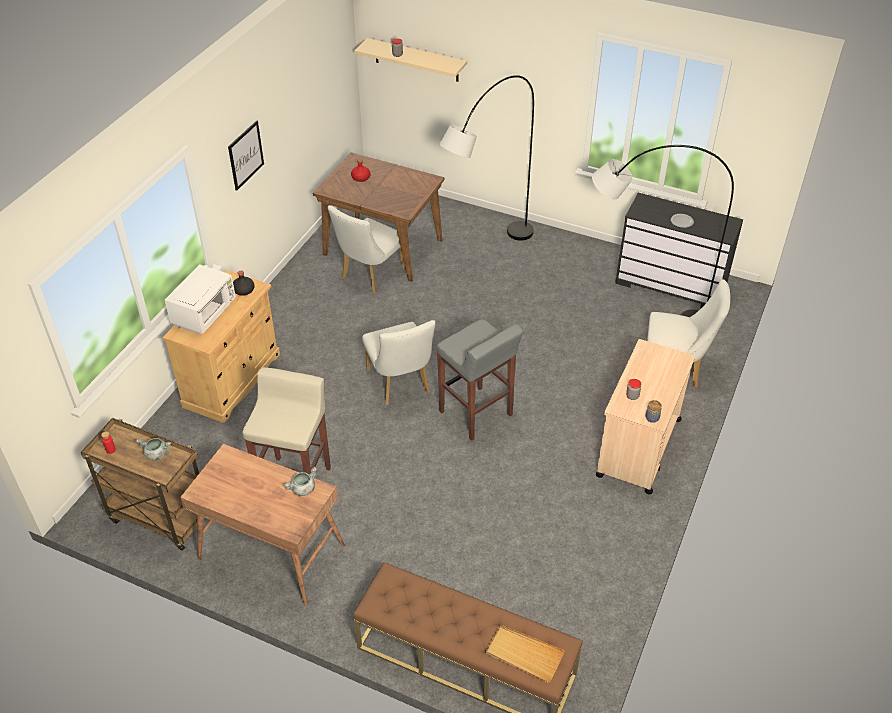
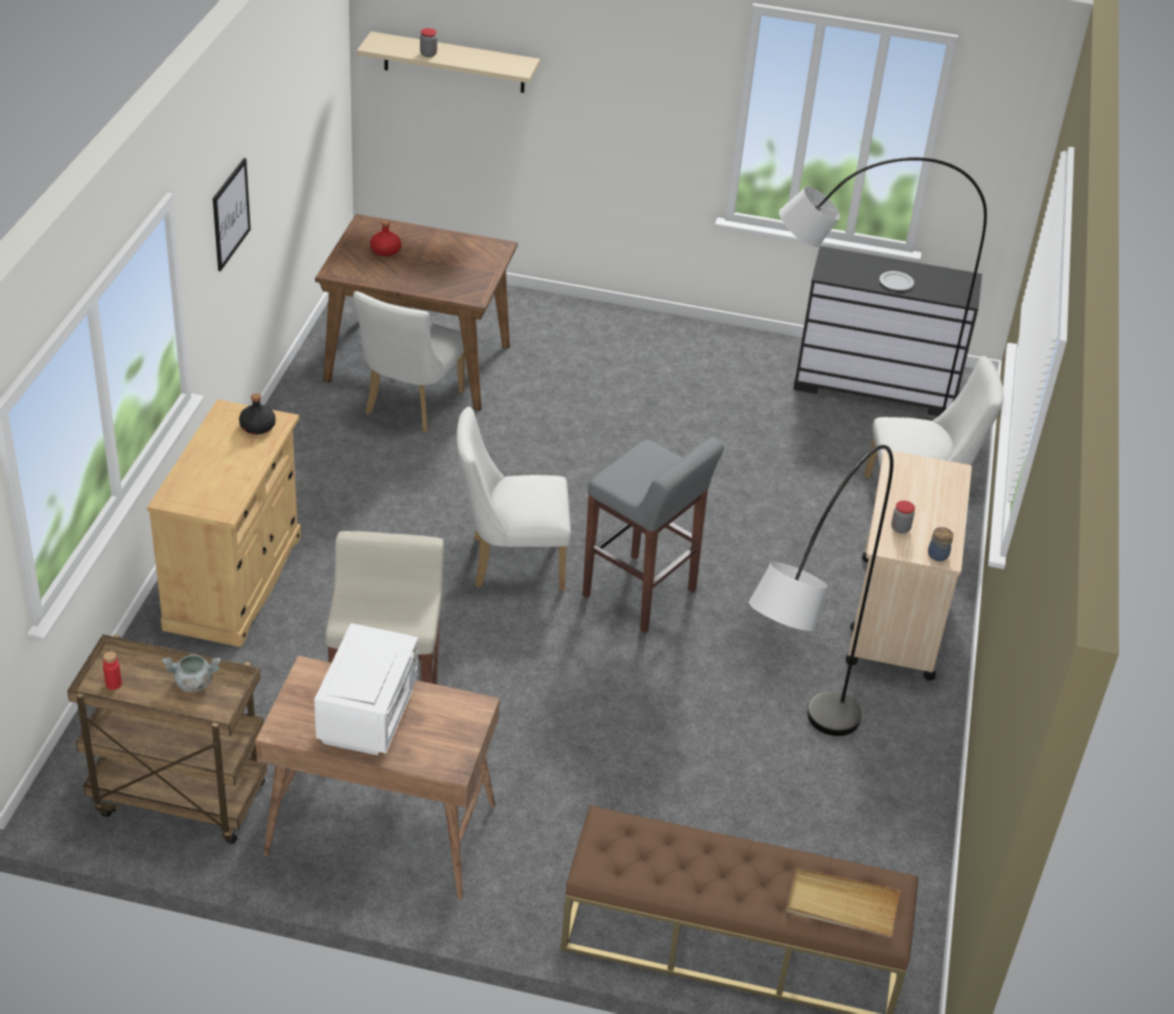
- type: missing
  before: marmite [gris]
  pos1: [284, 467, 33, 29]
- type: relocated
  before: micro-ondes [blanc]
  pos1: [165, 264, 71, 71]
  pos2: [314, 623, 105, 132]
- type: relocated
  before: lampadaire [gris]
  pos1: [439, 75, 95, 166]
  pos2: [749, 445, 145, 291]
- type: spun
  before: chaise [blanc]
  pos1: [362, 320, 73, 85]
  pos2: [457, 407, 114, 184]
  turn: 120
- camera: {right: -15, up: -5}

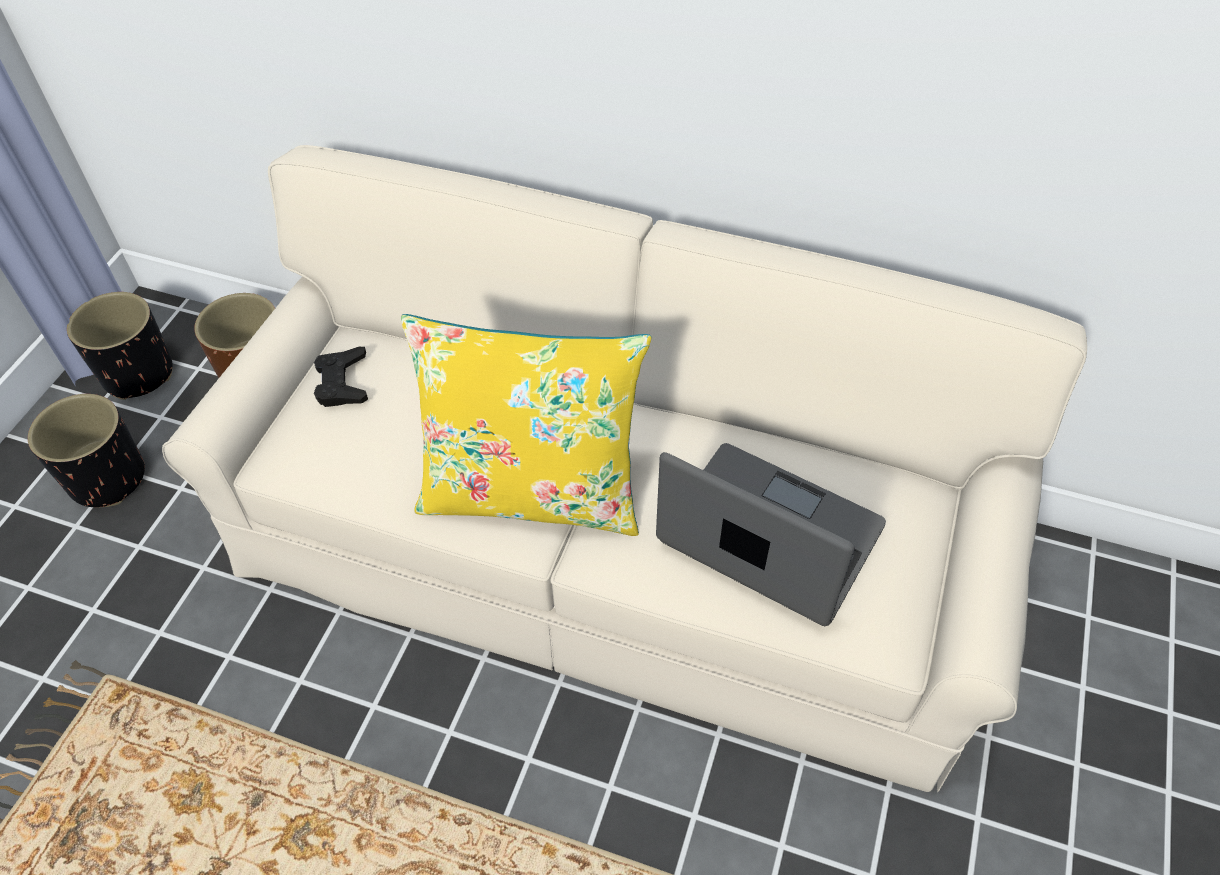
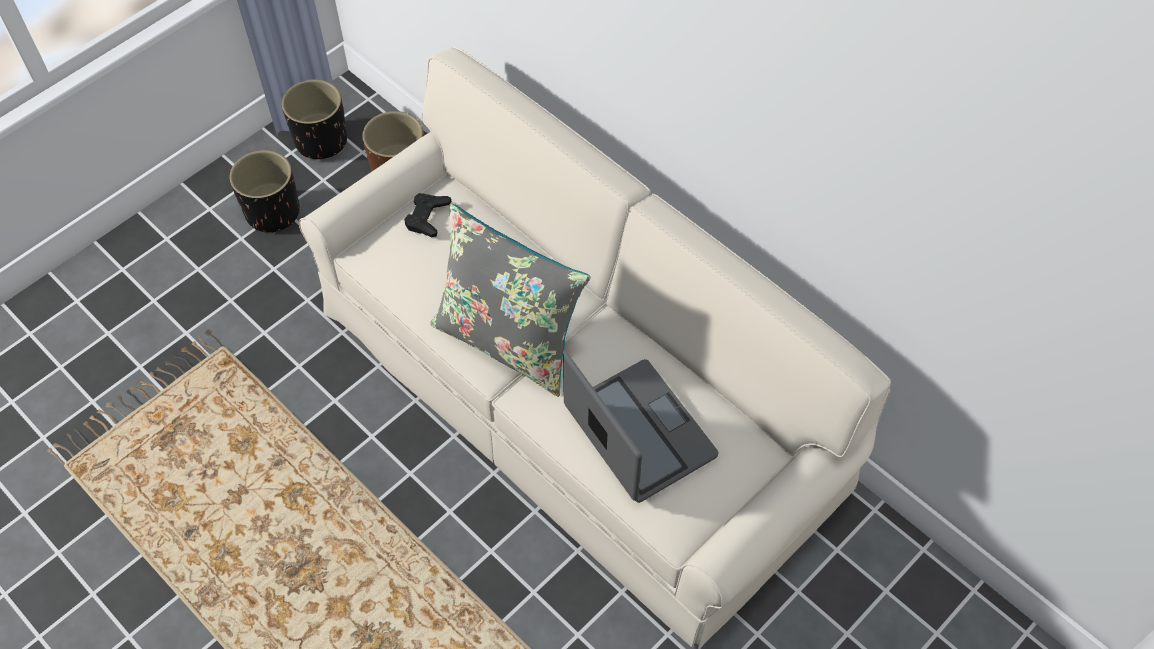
- type: colour
  before: coussin [jaune]
  after: coussin [gris]
  pos1: [401, 314, 251, 222]
  pos2: [430, 204, 161, 193]
- camera: {right: 25, up: 5}

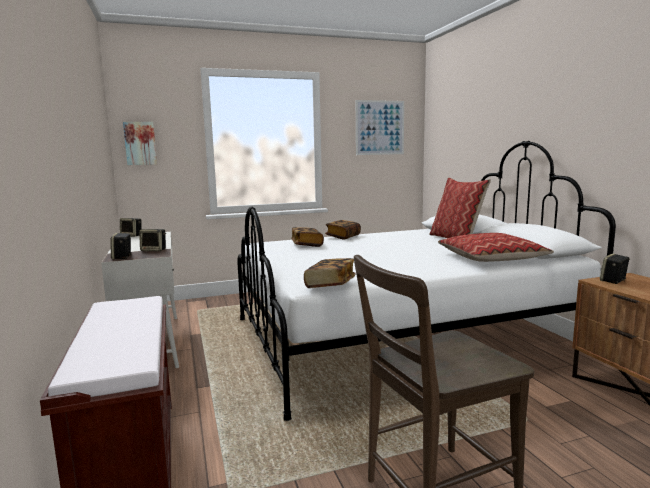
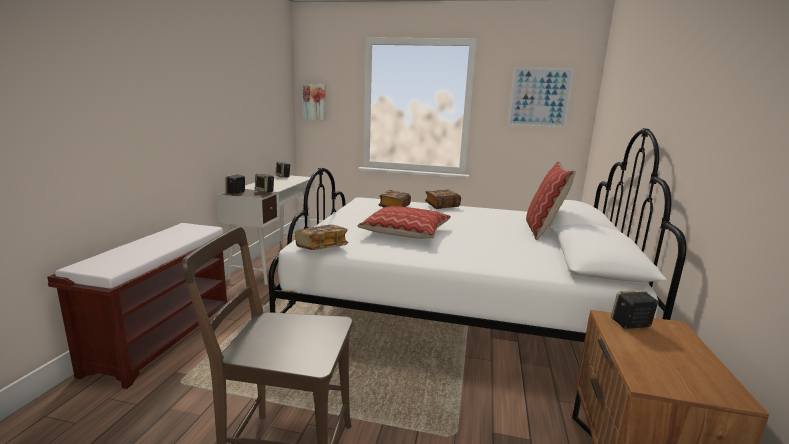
- type: relocated
  before: coussin
  pos1: [438, 233, 116, 29]
  pos2: [358, 206, 93, 33]
- camera: {right: 30, up: 5}

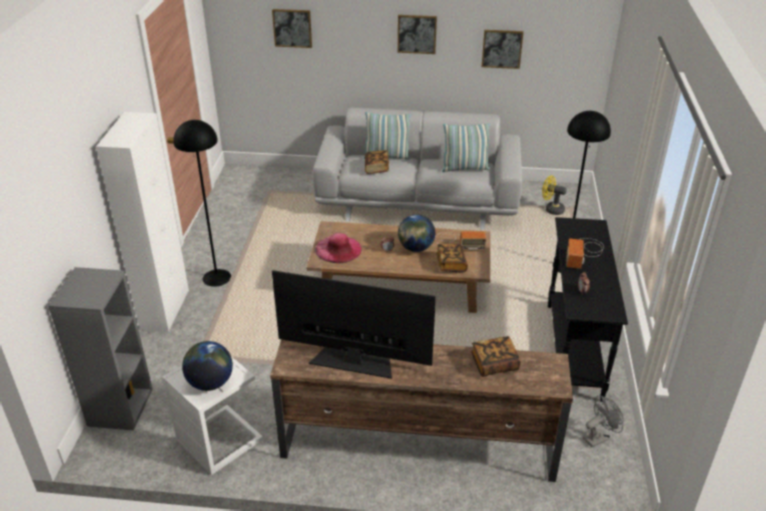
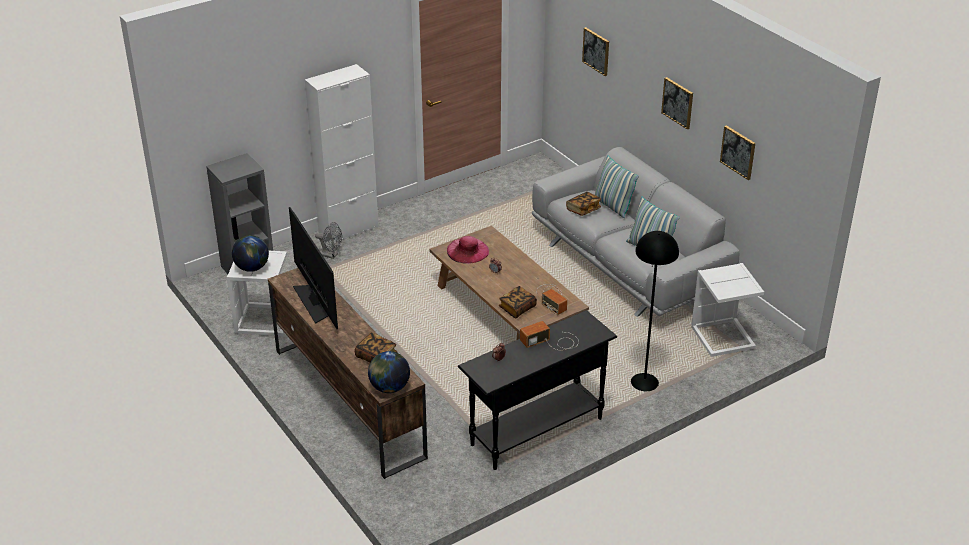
- type: missing
  before: lampadaire [noir]
  pos1: [173, 120, 58, 167]
- type: relocated
  before: globe
  pos1: [398, 215, 37, 37]
  pos2: [368, 351, 42, 42]
- type: relocated
  before: ventilateur [gris]
  pos1: [583, 395, 41, 53]
  pos2: [315, 222, 27, 37]
- type: exchanged
  before: ventilateur [jaune]
  after: table d'appoint [blanc]
  pos1: [542, 176, 25, 39]
  pos2: [691, 263, 73, 94]
- camera: {right: 50, up: 0}

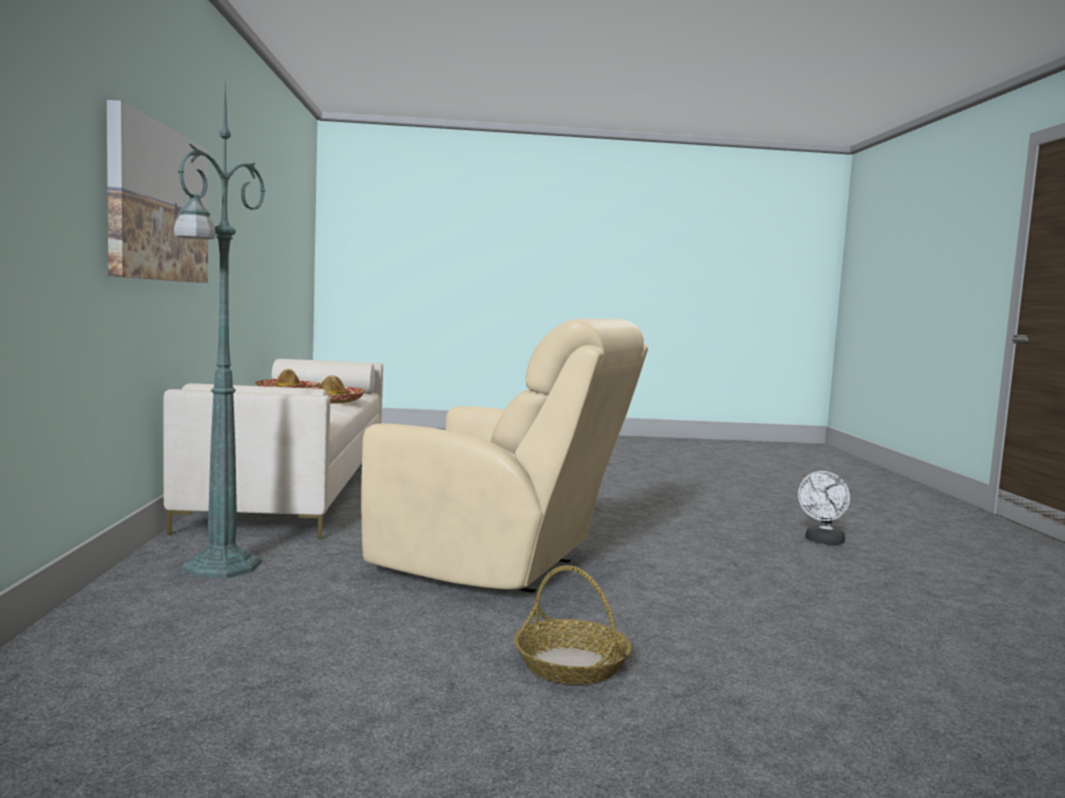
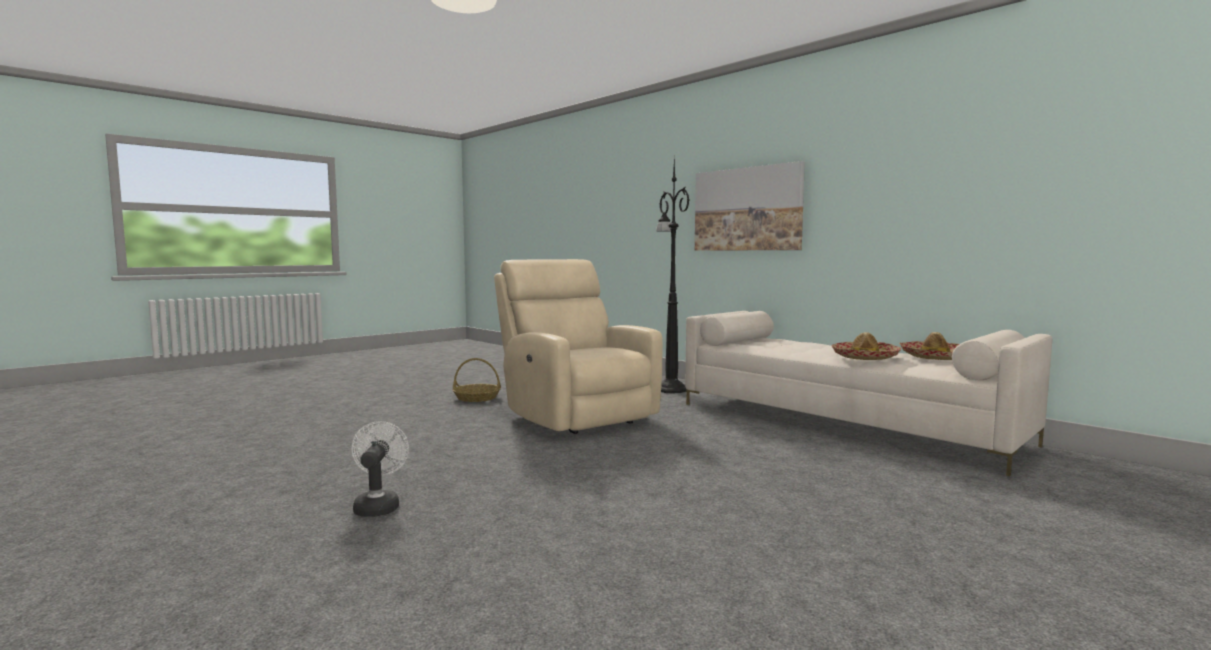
- type: colour
  before: lampadaire [vert]
  after: lampadaire [noir]
  pos1: [174, 83, 91, 496]
  pos2: [656, 155, 33, 238]
- type: spun
  before: fauteuil [beige]
  pos1: [361, 319, 287, 273]
  pos2: [494, 259, 169, 175]
  turn: 75
- camera: {right: 140, up: 0}

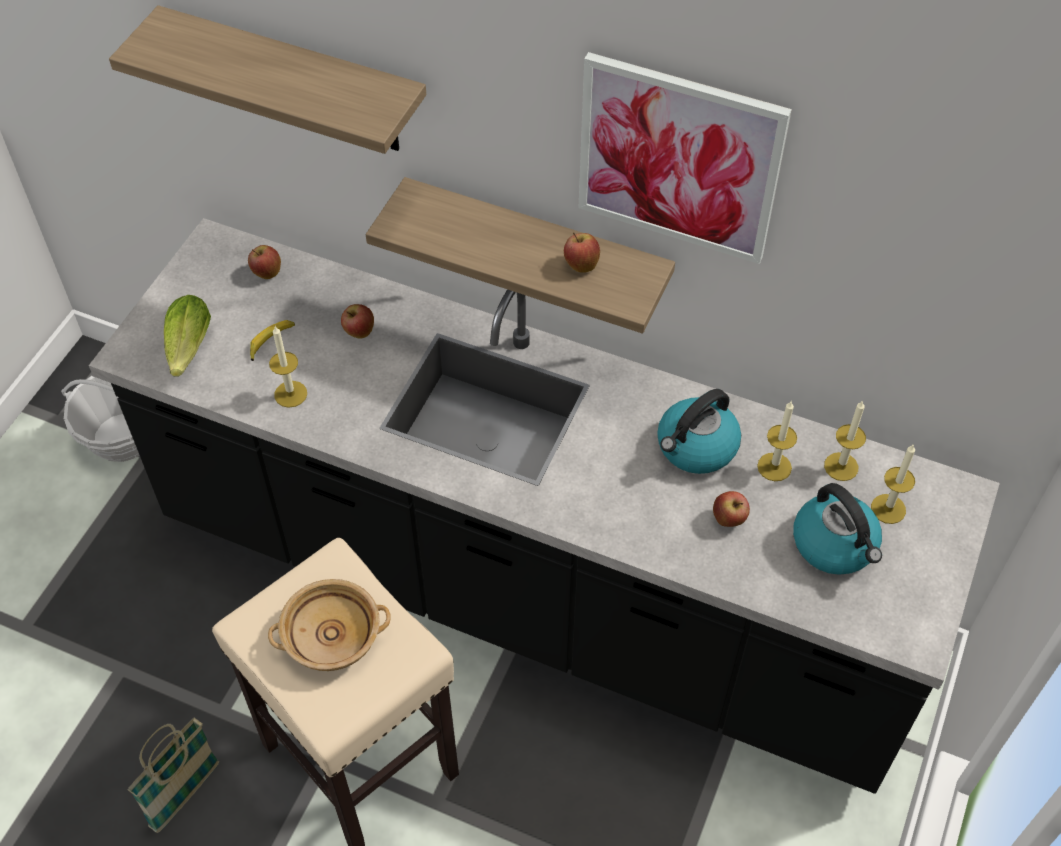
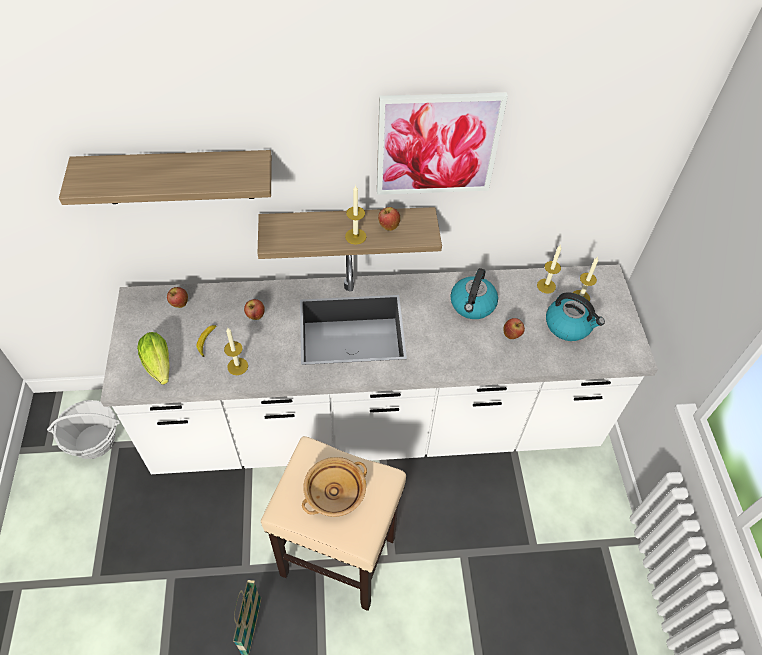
- type: relocated
  before: bougie
  pos1: [757, 402, 40, 79]
  pos2: [345, 185, 22, 60]
- type: colour
  before: comptoir de cuisine [noir]
  after: comptoir de cuisine [blanc]
  pos1: [89, 218, 911, 576]
  pos2: [100, 255, 558, 219]
- camera: {right: -30, up: 0}

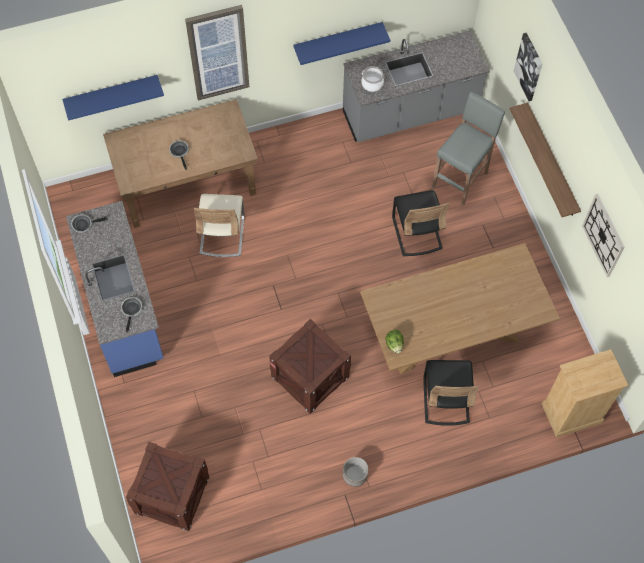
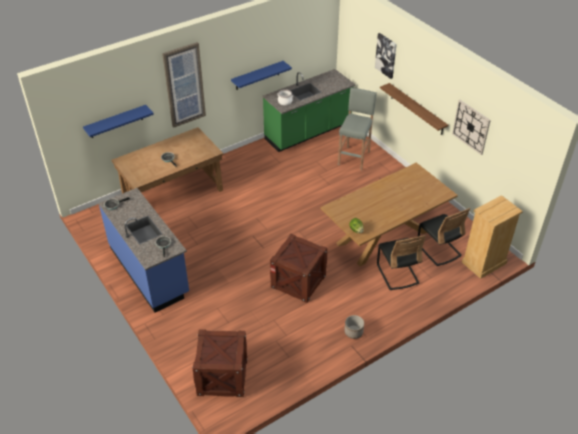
- type: missing
  before: chaise [beige]
  pos1: [194, 194, 50, 63]
- type: relocated
  before: chaise [noir]
  pos1: [392, 190, 57, 66]
  pos2: [418, 208, 52, 58]
- type: colour
  before: comptoir de cuisine [gris]
  after: comptoir de cuisine [vert]
  pos1: [343, 30, 147, 112]
  pos2: [263, 69, 93, 83]
- camera: {right: -15, up: -20}

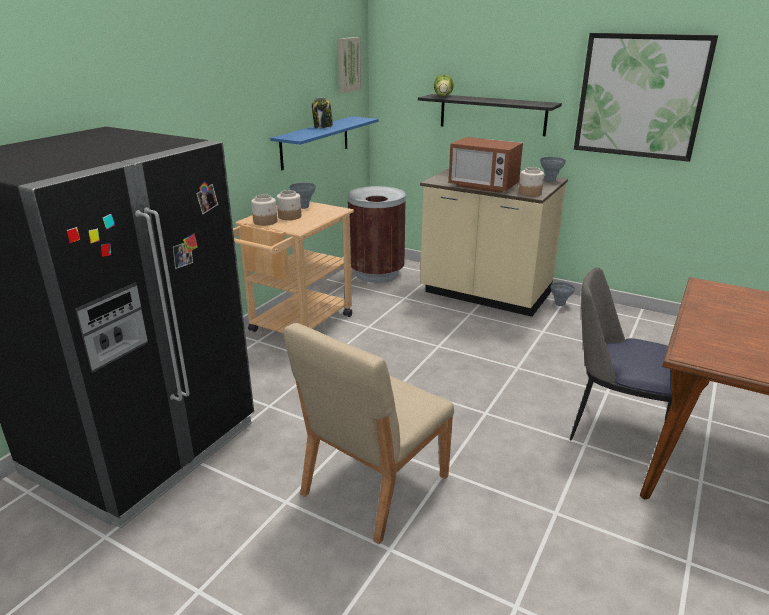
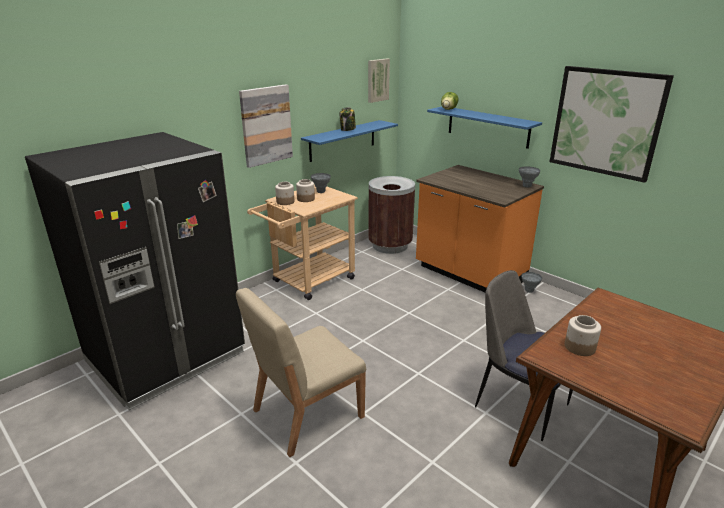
- type: missing
  before: micro-ondes
  pos1: [449, 137, 74, 56]
- type: appeared
  after: tableau
  pos2: [239, 84, 54, 84]
- type: relocated
  before: bocal
  pos1: [519, 167, 25, 30]
  pos2: [565, 315, 36, 41]
- type: colour
  before: étagère [noir]
  after: étagère [bleu]
  pos1: [418, 94, 144, 42]
  pos2: [427, 107, 115, 42]
- type: colour
  before: comptoir de cuisine [beige]
  after: comptoir de cuisine [orange]
  pos1: [420, 168, 148, 149]
  pos2: [416, 165, 128, 127]
- camera: {right: 15, up: 0}

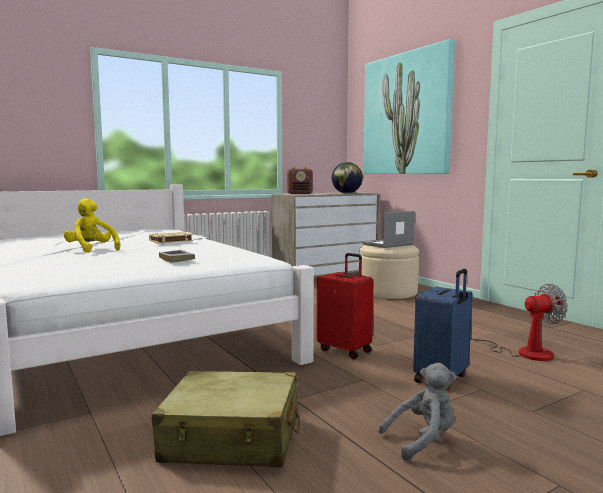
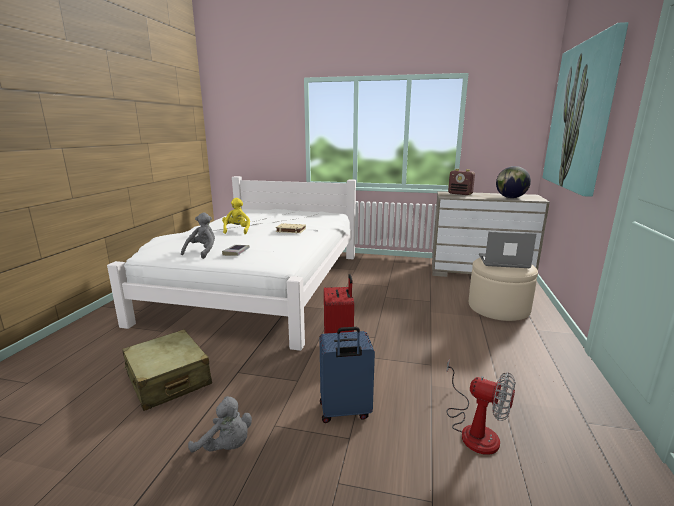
- type: appeared
  after: peluche [gris]
  pos2: [181, 213, 34, 46]
- camera: {right: 45, up: 10}

